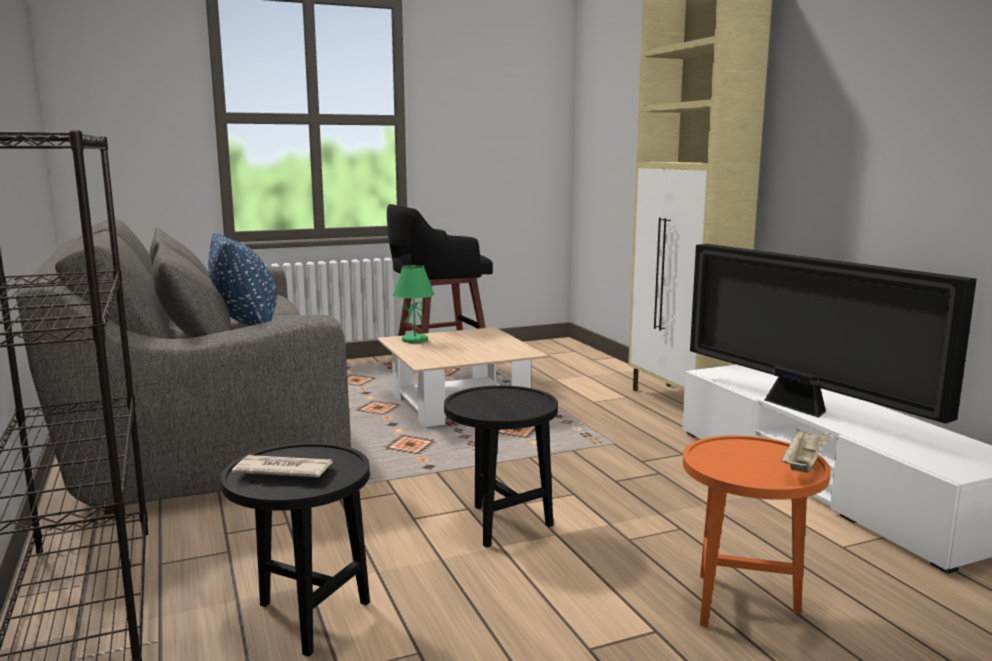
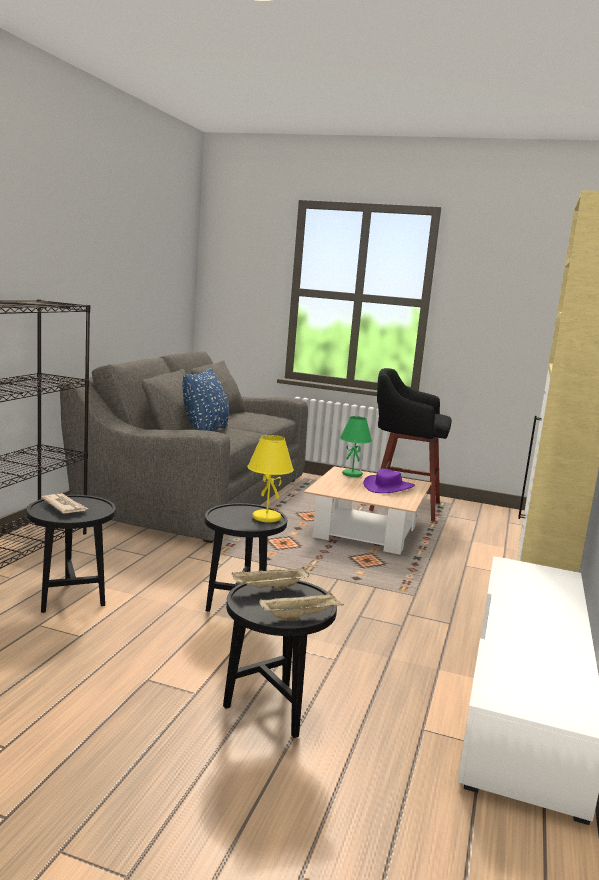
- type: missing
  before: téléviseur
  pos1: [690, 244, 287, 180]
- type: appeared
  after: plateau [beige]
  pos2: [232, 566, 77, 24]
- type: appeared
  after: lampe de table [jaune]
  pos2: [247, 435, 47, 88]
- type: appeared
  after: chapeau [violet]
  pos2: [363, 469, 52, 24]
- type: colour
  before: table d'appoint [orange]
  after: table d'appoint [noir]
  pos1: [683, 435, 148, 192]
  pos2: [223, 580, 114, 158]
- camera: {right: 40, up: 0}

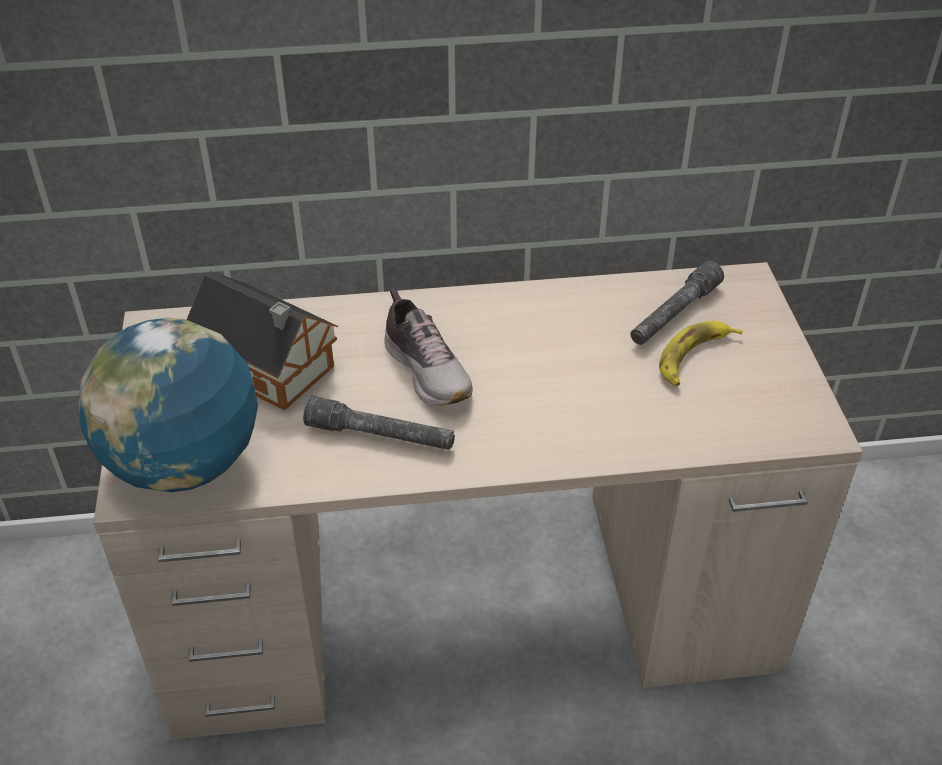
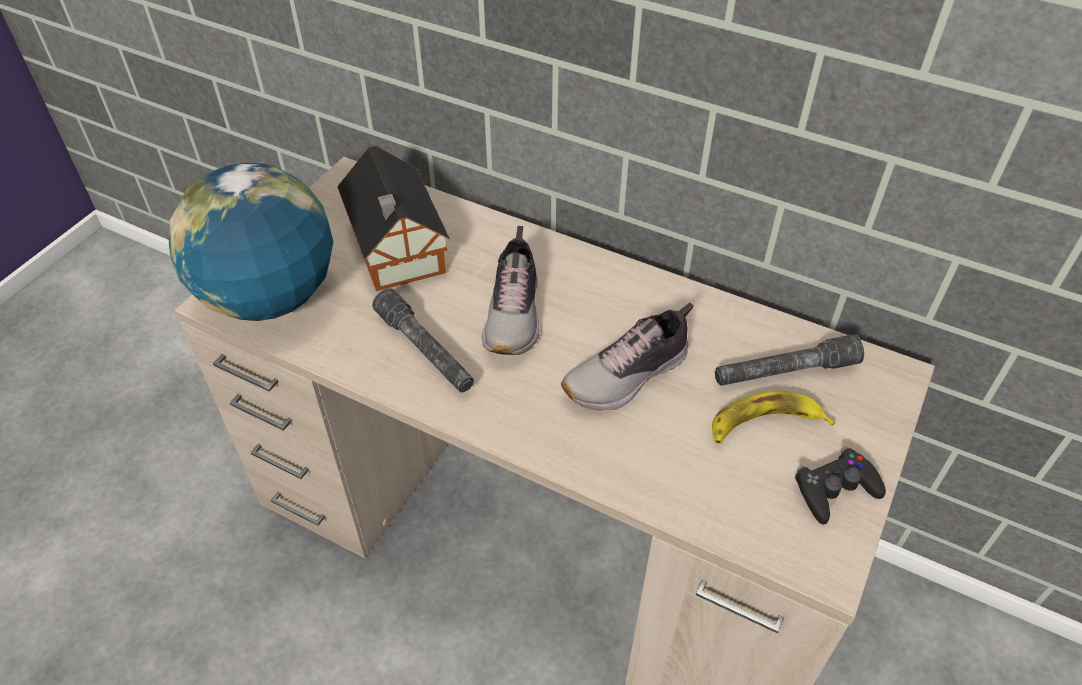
- type: appeared
  after: chaussure
  pos2: [561, 303, 133, 108]
- type: appeared
  after: manette [noir]
  pos2: [795, 447, 91, 78]
- camera: {right: 35, up: 5}

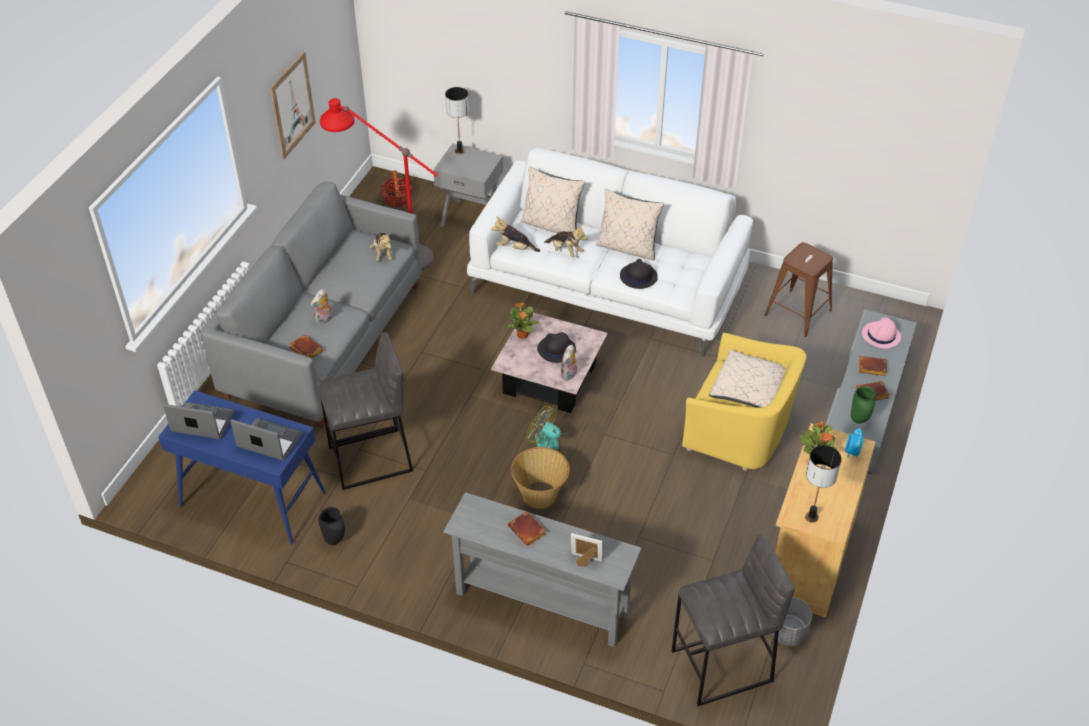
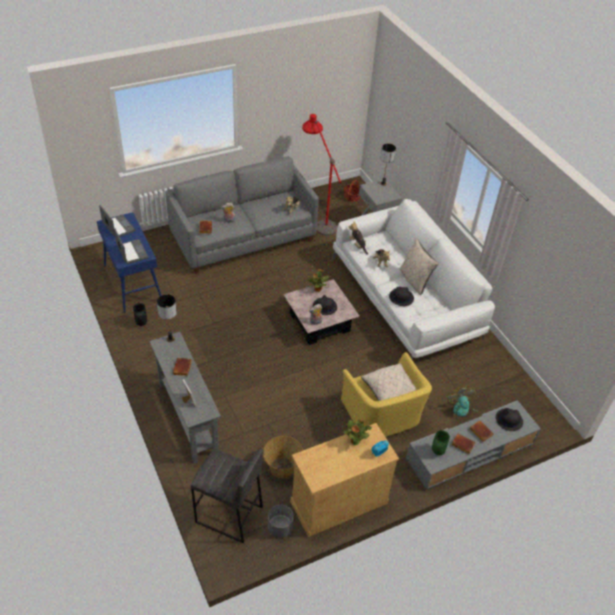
- type: missing
  before: tableau
  pos1: [270, 52, 46, 107]
- type: missing
  before: tabouret [gris]
  pos1: [318, 332, 95, 158]
- type: missing
  before: coussin [beige]
  pos1: [521, 166, 64, 67]
- type: missing
  before: tabouret [marron]
  pos1: [764, 242, 69, 95]
- type: relocated
  before: panier
  pos1: [511, 447, 59, 62]
  pos2: [263, 436, 40, 42]
- type: relocated
  before: ventilateur
  pos1: [526, 405, 52, 55]
  pos2: [447, 386, 34, 38]
- type: relocated
  before: lampe de table
  pos1: [805, 445, 36, 78]
  pos2: [157, 294, 20, 48]
- type: colour
  before: chapeau [rose]
  after: chapeau [noir]
  pos1: [862, 317, 39, 32]
  pos2: [496, 408, 27, 23]
- camera: {right: 40, up: 0}

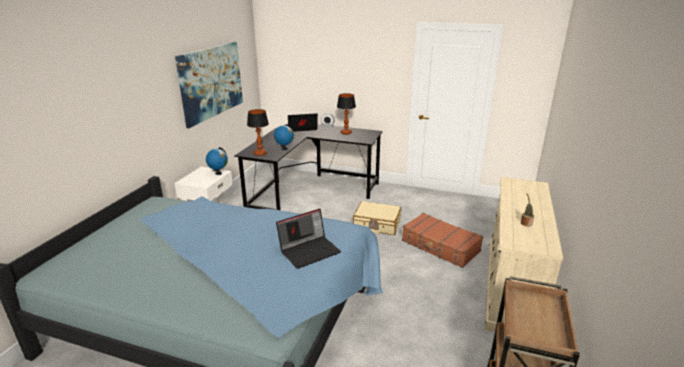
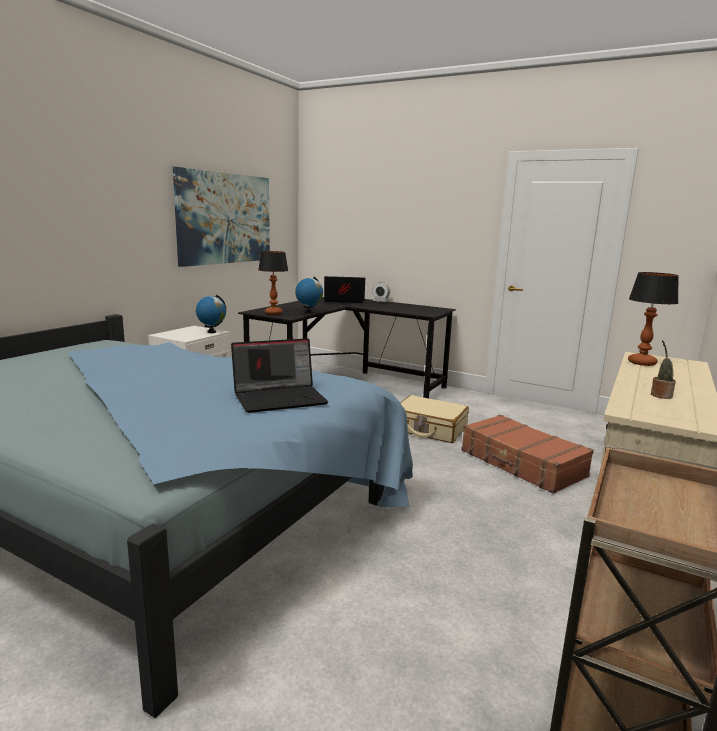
- type: relocated
  before: lampe de table
  pos1: [337, 93, 19, 42]
  pos2: [628, 272, 51, 94]
- camera: {right: 10, up: -10}

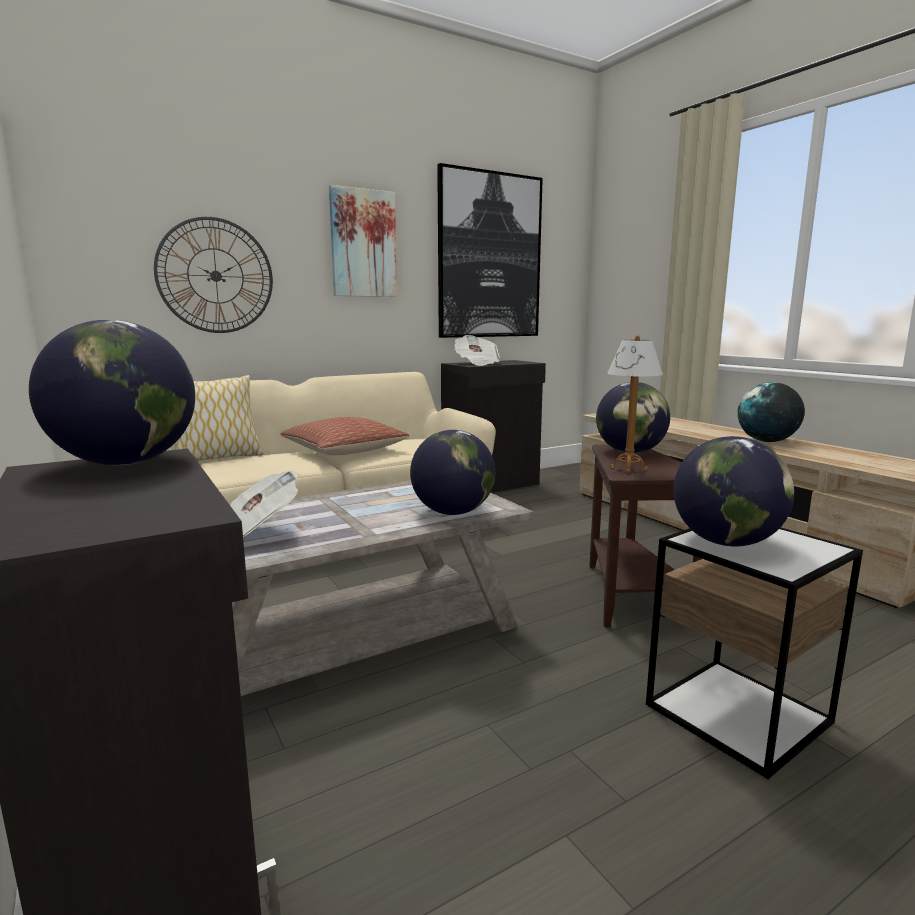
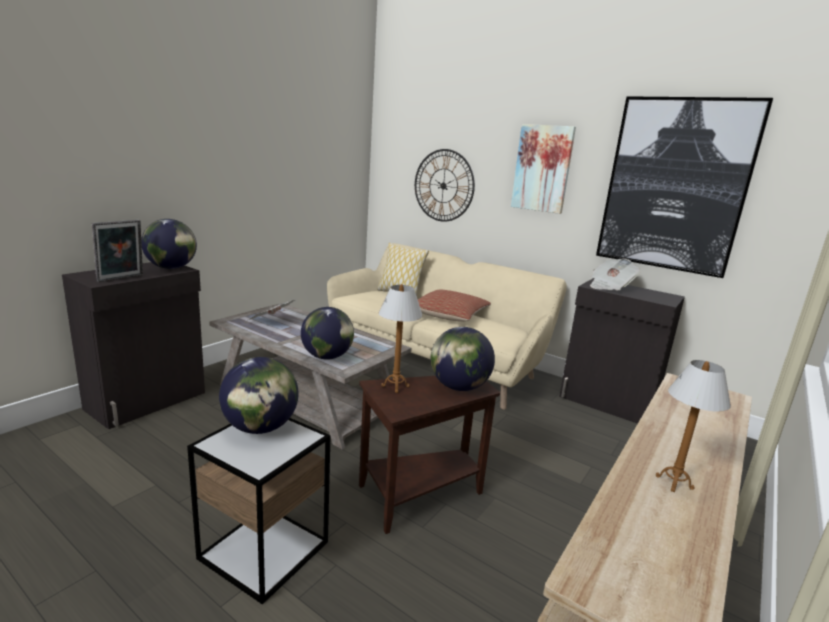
- type: appeared
  after: cadre photo
  pos2: [92, 220, 51, 62]
- type: exchanged
  before: globe
  after: lampe de table
  pos1: [737, 382, 68, 60]
  pos2: [656, 360, 75, 132]
- camera: {right: 65, up: 5}

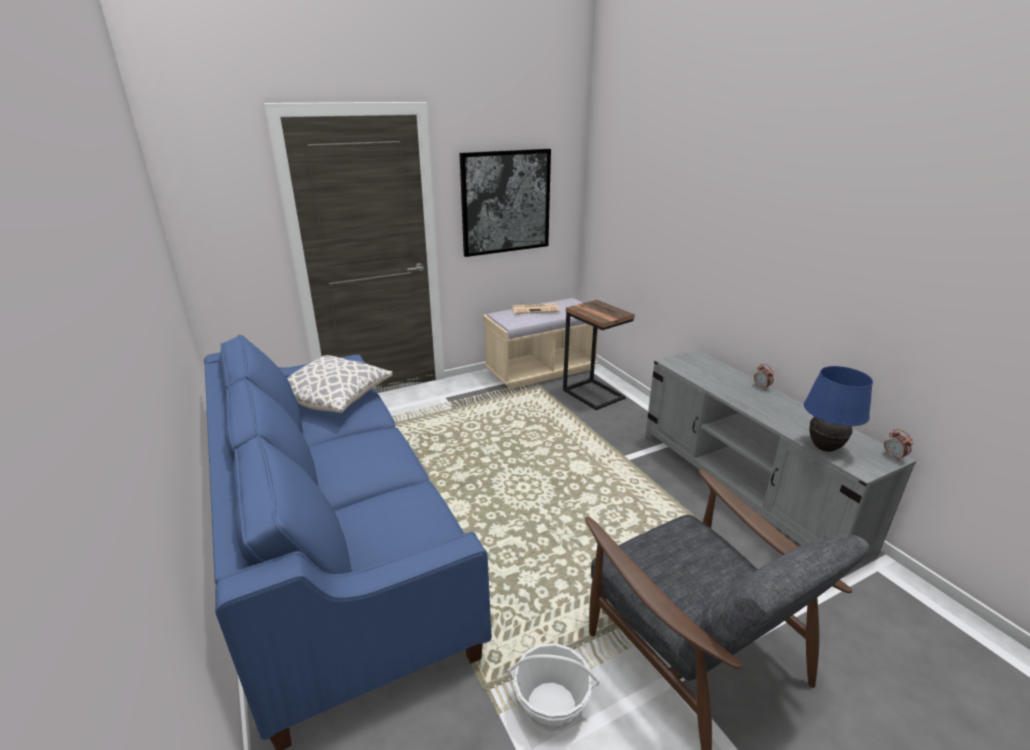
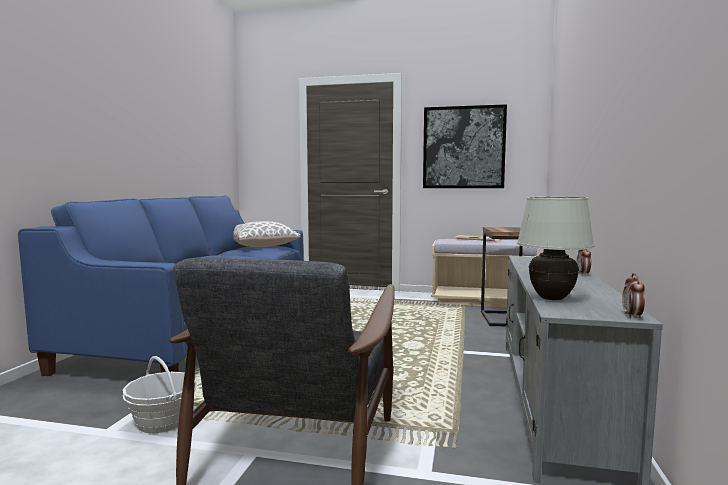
- type: colour
  before: lampe de table [bleu]
  after: lampe de table [blanc]
  pos1: [804, 366, 69, 86]
  pos2: [517, 197, 77, 103]
- camera: {right: 40, up: -20}

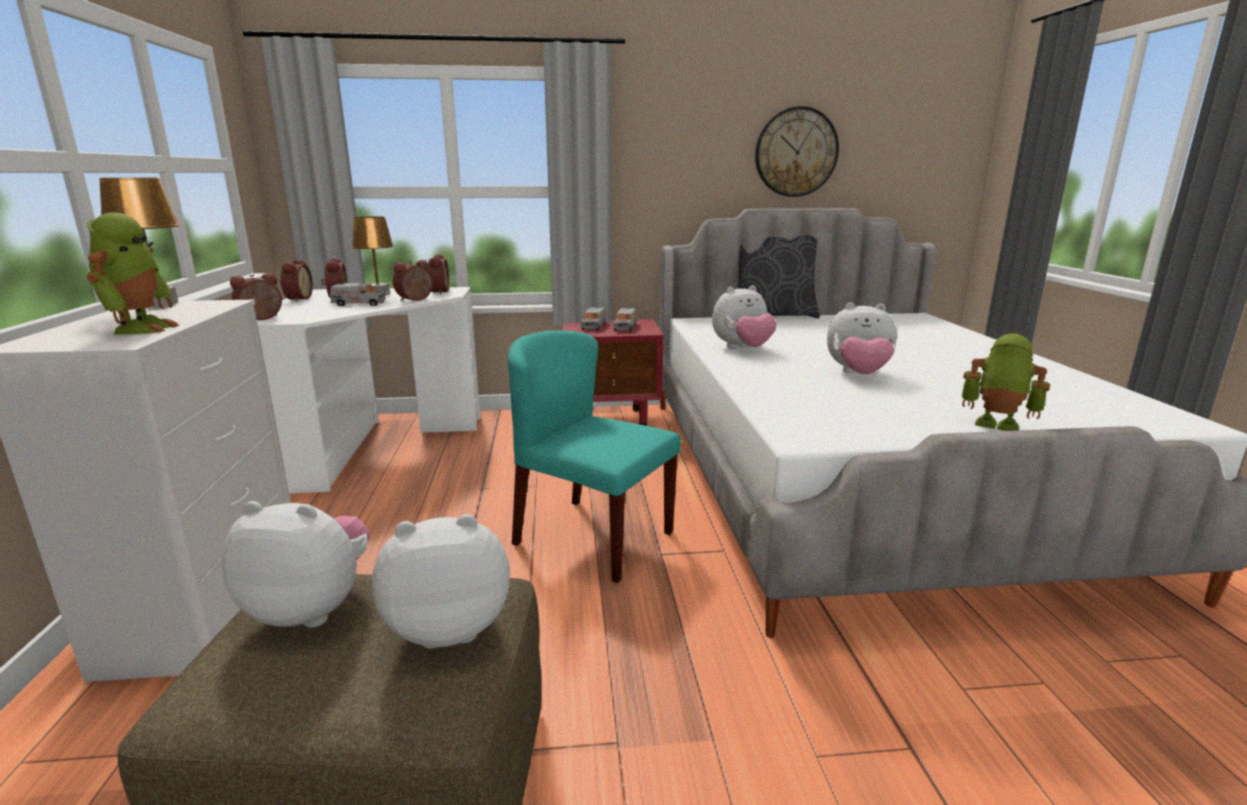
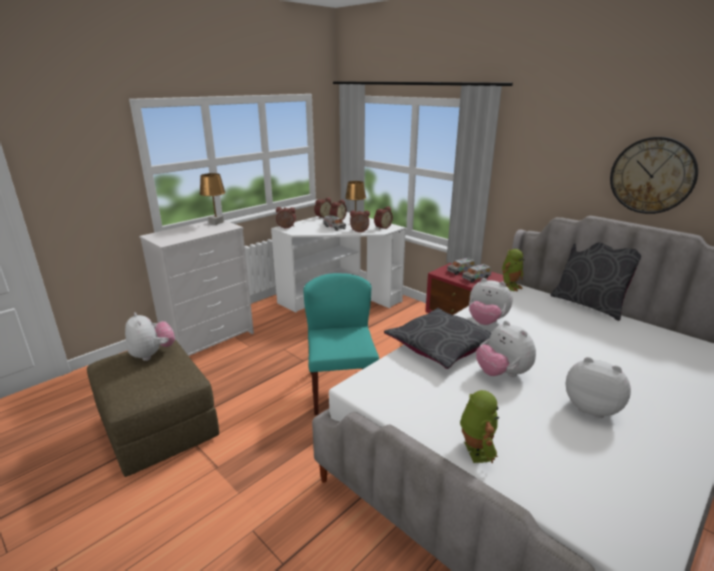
- type: appeared
  after: coussin [gris]
  pos2: [384, 308, 108, 61]
- type: relocated
  before: robot jouet
  pos1: [87, 212, 93, 122]
  pos2: [502, 249, 23, 42]
- type: relocated
  before: peluche
  pos1: [372, 514, 138, 135]
  pos2: [566, 357, 65, 61]
- camera: {right: 50, up: 5}

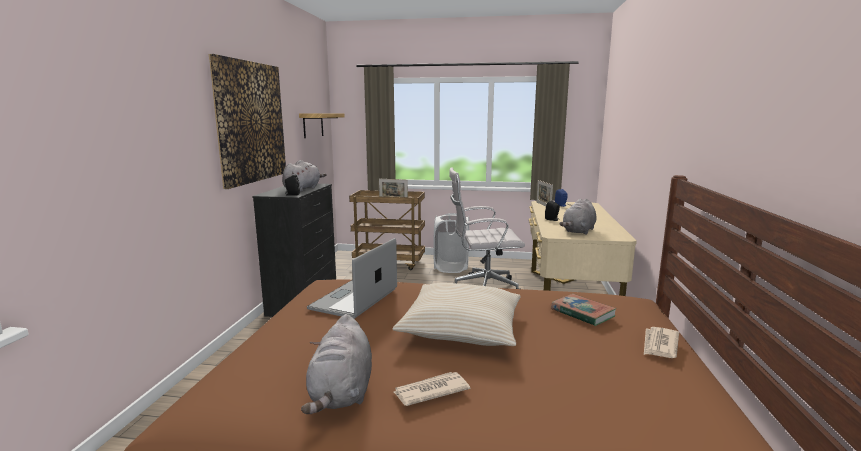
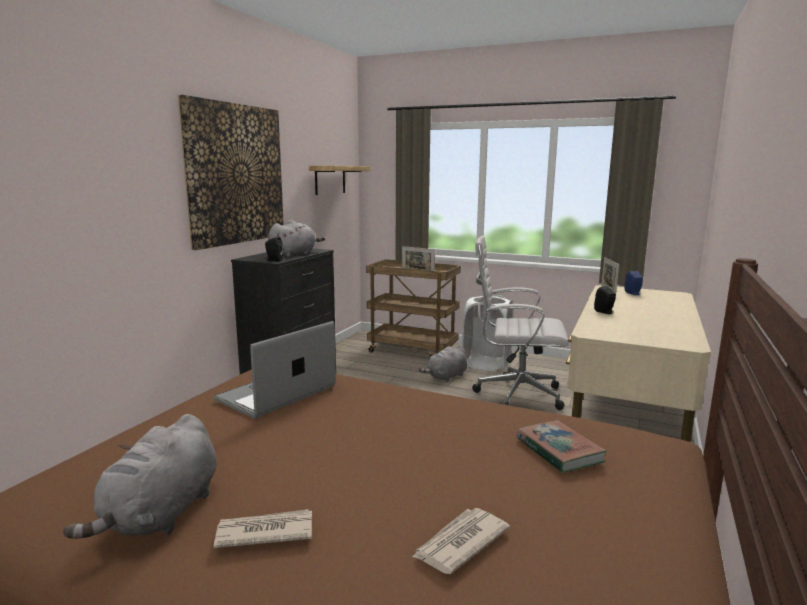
- type: missing
  before: coussin [beige]
  pos1: [392, 283, 129, 63]
- type: relocated
  before: peluche [gris]
  pos1: [559, 199, 37, 36]
  pos2: [419, 346, 49, 36]
- type: relocated
  before: journal
  pos1: [644, 327, 35, 31]
  pos2: [412, 508, 98, 66]
- camera: {right: 15, up: 0}

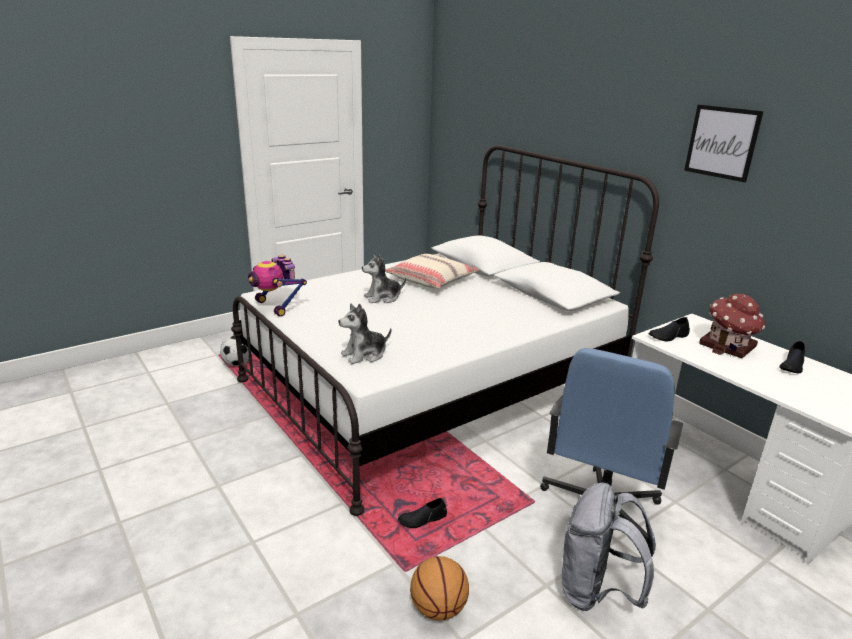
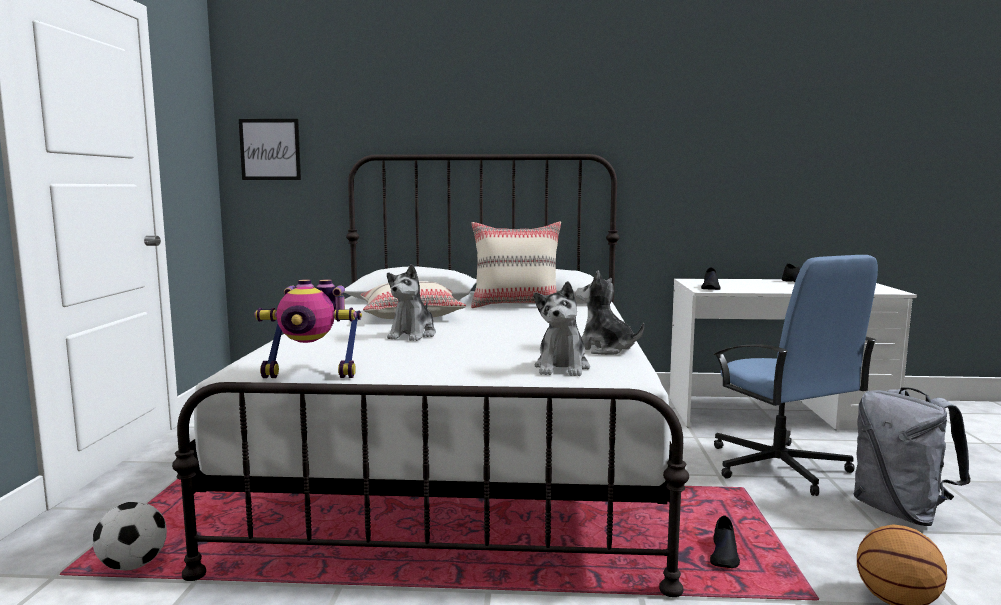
- type: missing
  before: maison miniature
  pos1: [699, 294, 66, 64]
- type: appeared
  after: coussin [beige]
  pos2: [471, 222, 90, 86]
- type: appeared
  after: peluche
  pos2: [576, 270, 68, 85]
- type: relocated
  before: tableau
  pos1: [684, 105, 80, 77]
  pos2: [239, 119, 62, 61]
- camera: {right: -50, up: -15}

